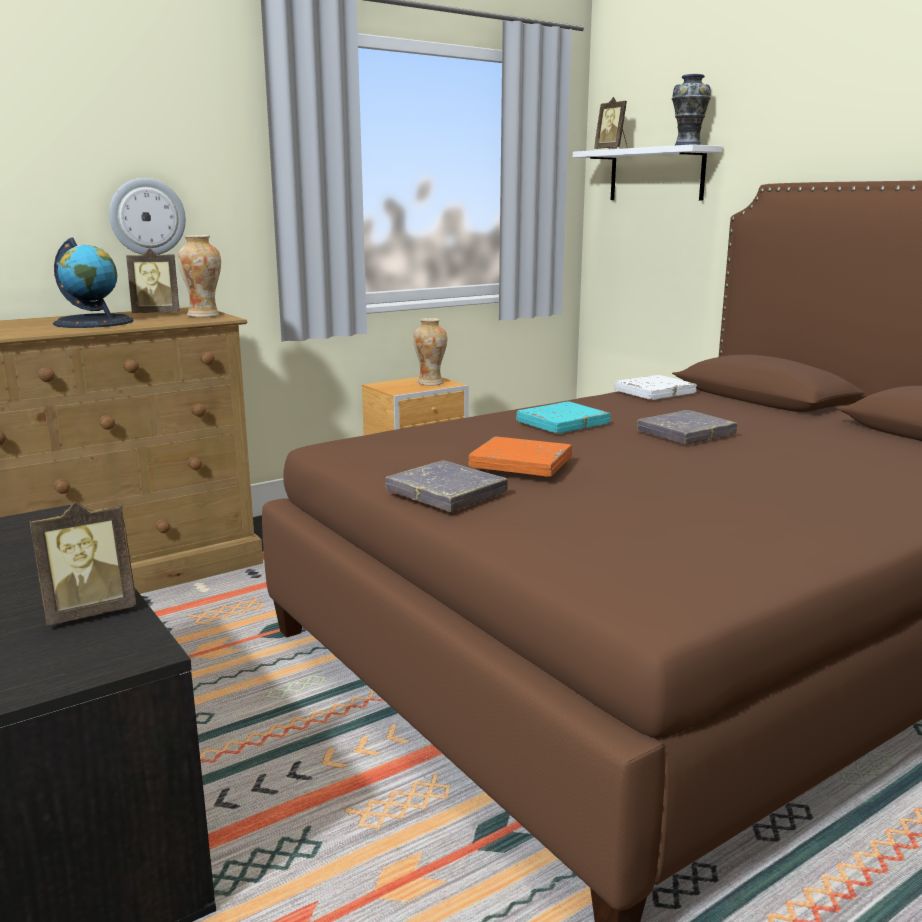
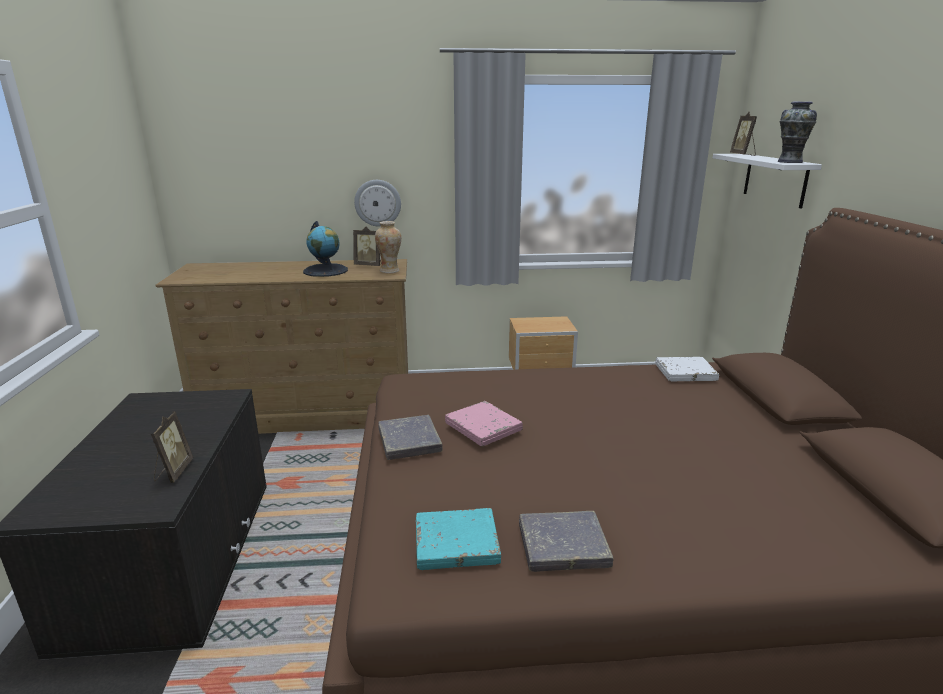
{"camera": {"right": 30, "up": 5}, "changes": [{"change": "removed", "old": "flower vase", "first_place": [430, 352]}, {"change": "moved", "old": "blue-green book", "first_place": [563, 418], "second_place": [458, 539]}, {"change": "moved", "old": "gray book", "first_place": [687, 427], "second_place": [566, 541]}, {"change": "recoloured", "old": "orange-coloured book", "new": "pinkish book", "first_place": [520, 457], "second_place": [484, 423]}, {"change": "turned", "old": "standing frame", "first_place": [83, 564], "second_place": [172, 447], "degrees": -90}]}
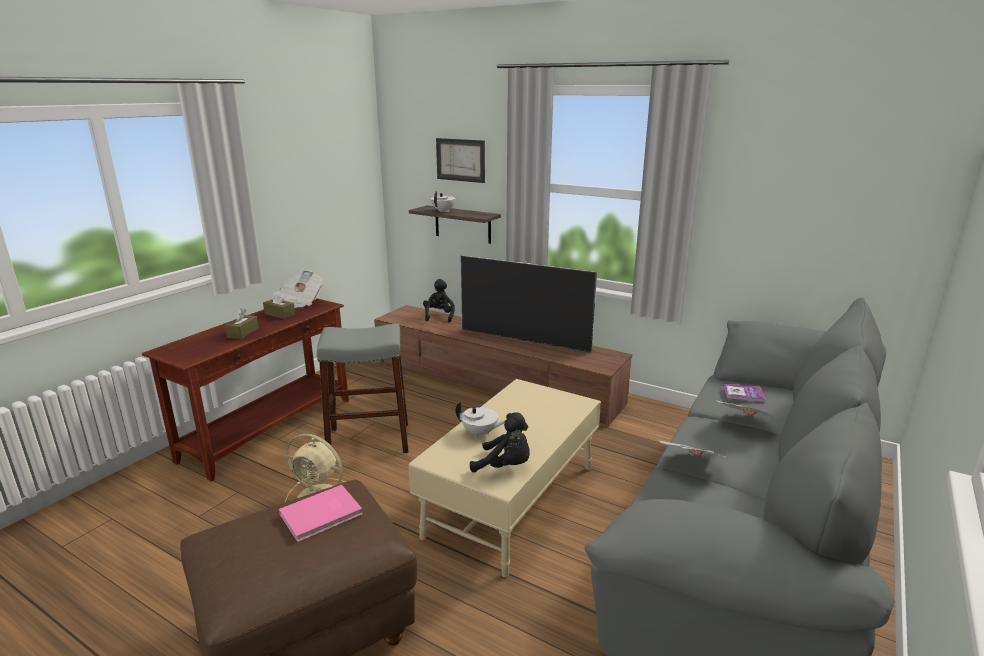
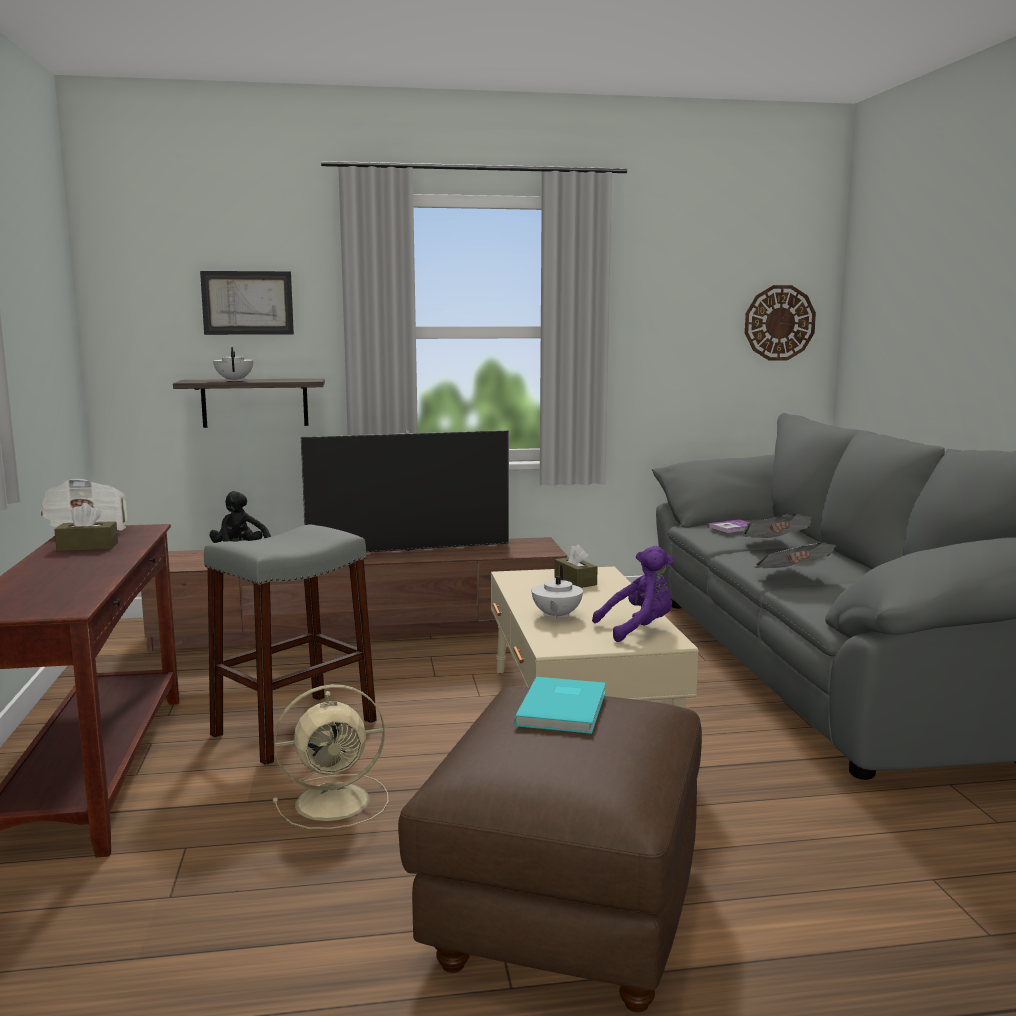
{"camera": {"right": -40, "up": -10}, "changes": [{"change": "moved", "old": "brownish box of tissues", "first_place": [242, 323], "second_place": [576, 566]}, {"change": "turned", "old": "white pot for tea", "first_place": [480, 419], "second_place": [557, 592], "degrees": 120}, {"change": "recoloured", "old": "black cuddly toy", "new": "purple cuddly toy", "first_place": [500, 442], "second_place": [633, 594]}, {"change": "recoloured", "old": "pinkish book", "new": "blue-green book", "first_place": [321, 513], "second_place": [560, 705]}, {"change": "added", "new": "clock on the wall", "second_place": [780, 323]}]}
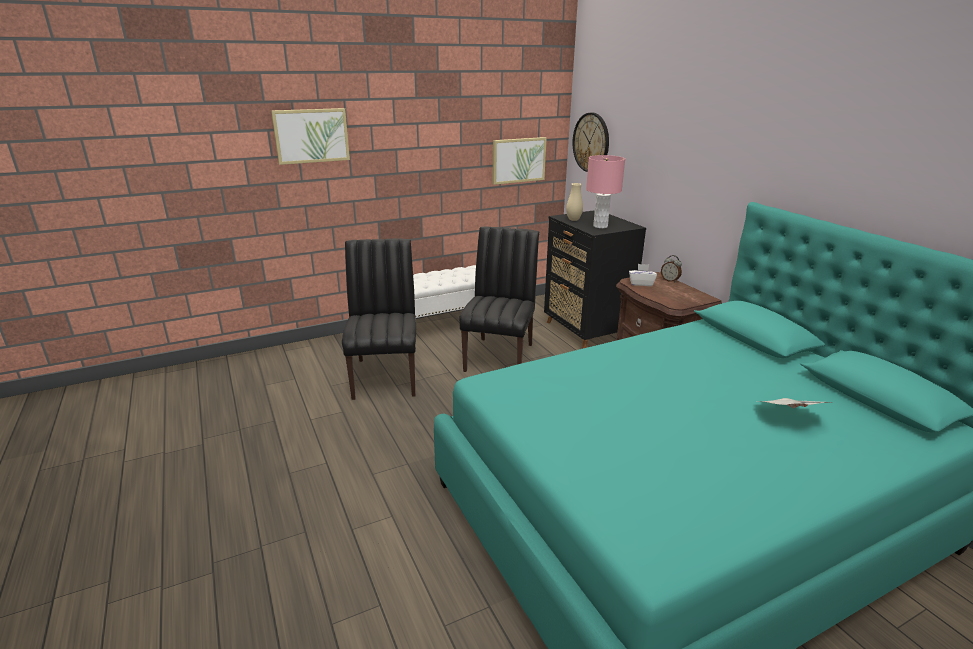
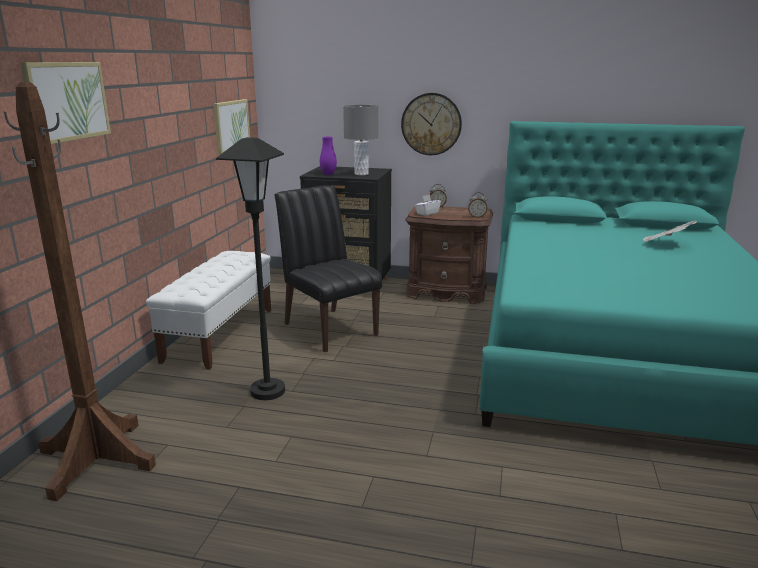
{"camera": {"right": -50, "up": -5}, "changes": [{"change": "moved", "old": "clock on the wall", "first_place": [591, 142], "second_place": [431, 124]}, {"change": "recoloured", "old": "pinkish table lamp", "new": "gray table lamp", "first_place": [605, 191], "second_place": [360, 140]}, {"change": "recoloured", "old": "sand-coloured flower vase", "new": "purple flower vase", "first_place": [574, 202], "second_place": [328, 155]}, {"change": "replaced", "old": "black chair", "new": "black floor lamp", "first_place": [379, 319], "second_place": [250, 268]}, {"change": "added", "new": "brownish clothes rack", "second_place": [80, 291]}, {"change": "added", "new": "table clock", "second_place": [477, 205]}]}
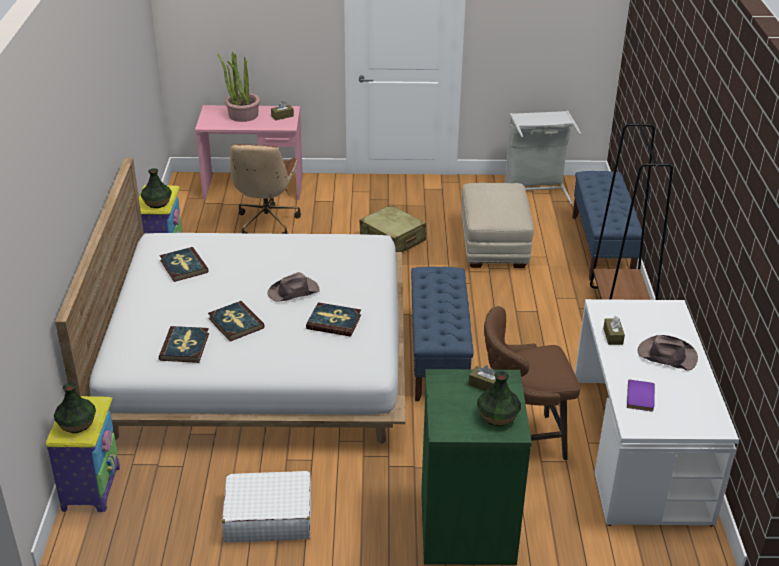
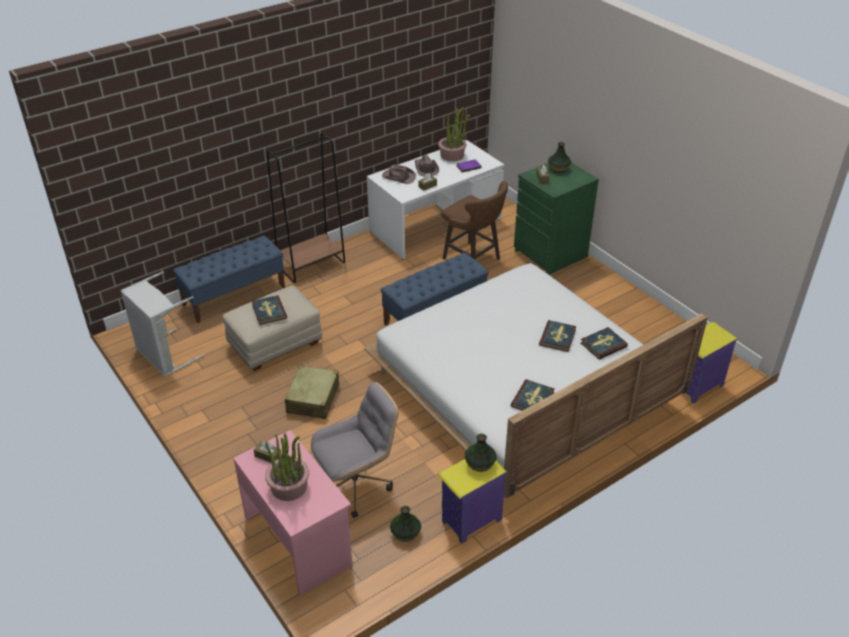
{"camera": {"right": -125, "up": 5}, "changes": [{"change": "recoloured", "old": "brownish office chair", "new": "gray office chair", "first_place": [265, 189], "second_place": [355, 450]}, {"change": "moved", "old": "brownish hat", "first_place": [293, 287], "second_place": [399, 174]}, {"change": "moved", "old": "book", "first_place": [333, 319], "second_place": [269, 310]}, {"change": "moved", "old": "flower vase", "first_place": [75, 407], "second_place": [405, 524]}, {"change": "removed", "old": "white suitcase", "first_place": [266, 506]}, {"change": "added", "new": "plant in a pot", "second_place": [454, 134]}]}
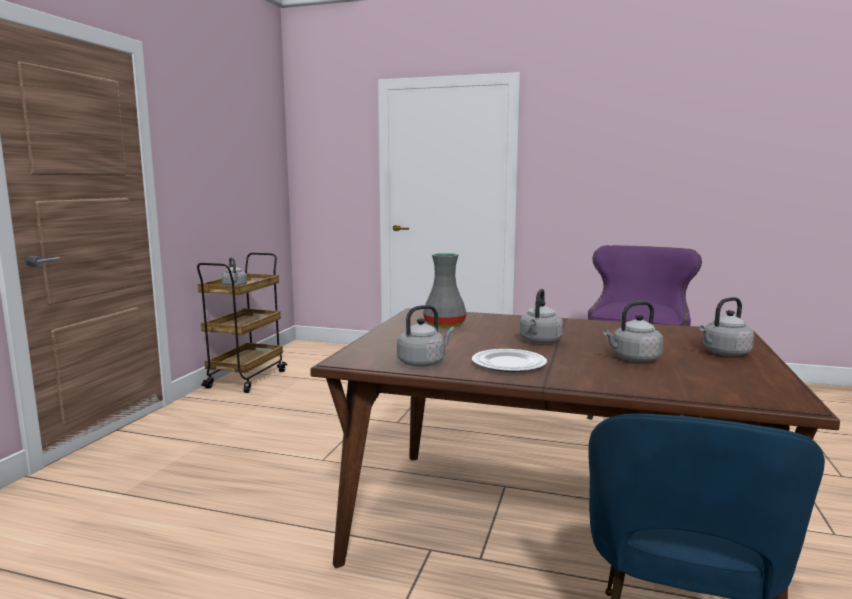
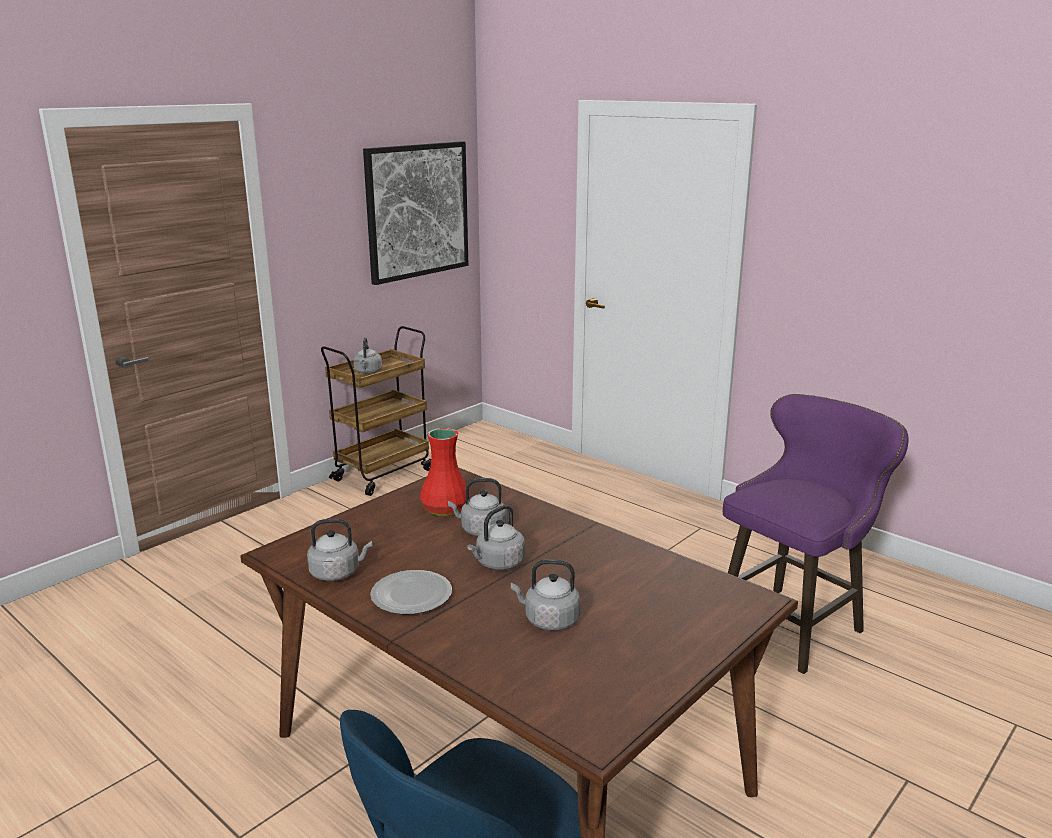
{"camera": {"right": 25, "up": 10}, "changes": [{"change": "recoloured", "old": "gray flower vase", "new": "red flower vase", "first_place": [445, 290], "second_place": [445, 472]}, {"change": "moved", "old": "gray kettle", "first_place": [726, 326], "second_place": [477, 507]}, {"change": "added", "new": "wall art", "second_place": [415, 213]}]}
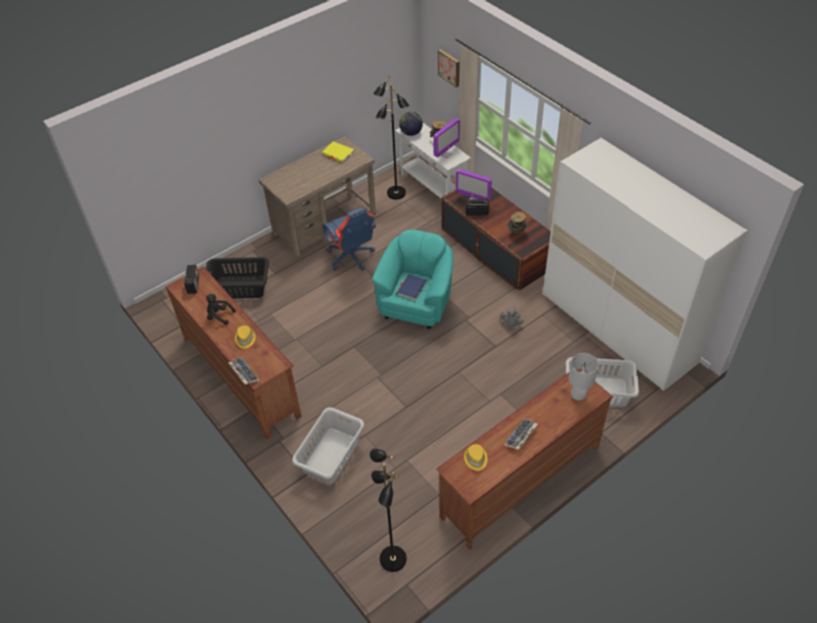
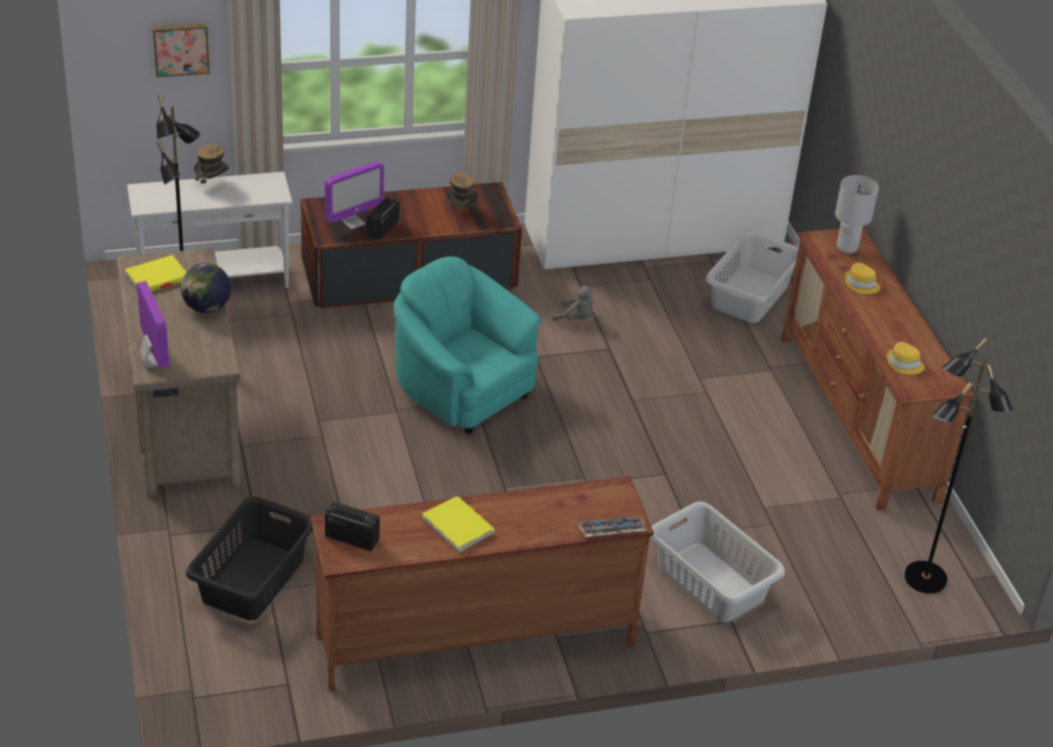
{"camera": {"right": -70, "up": -10}, "changes": [{"change": "moved", "old": "globe", "first_place": [411, 124], "second_place": [206, 288]}, {"change": "moved", "old": "computer screen", "first_place": [447, 138], "second_place": [153, 325]}, {"change": "removed", "old": "bluish office chair", "first_place": [349, 239]}, {"change": "removed", "old": "bluish book", "first_place": [411, 287]}, {"change": "replaced", "old": "black cuddly toy", "new": "yellow book", "first_place": [221, 309], "second_place": [458, 524]}, {"change": "moved", "old": "yellow hat", "first_place": [245, 337], "second_place": [862, 278]}, {"change": "removed", "old": "PC keyboard", "first_place": [521, 434]}]}
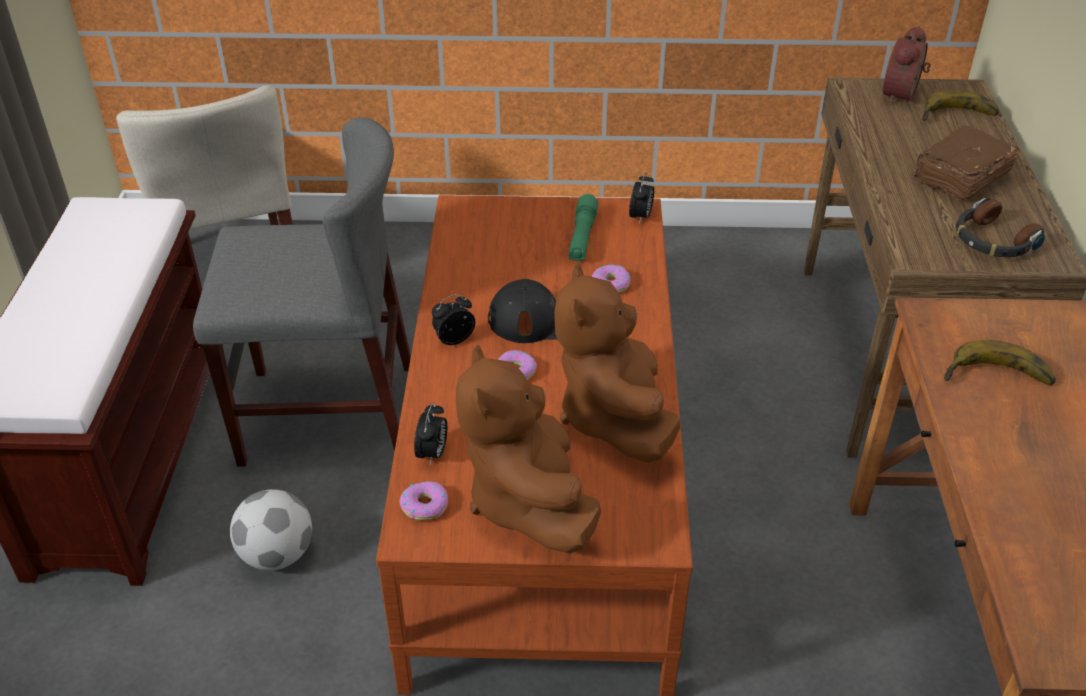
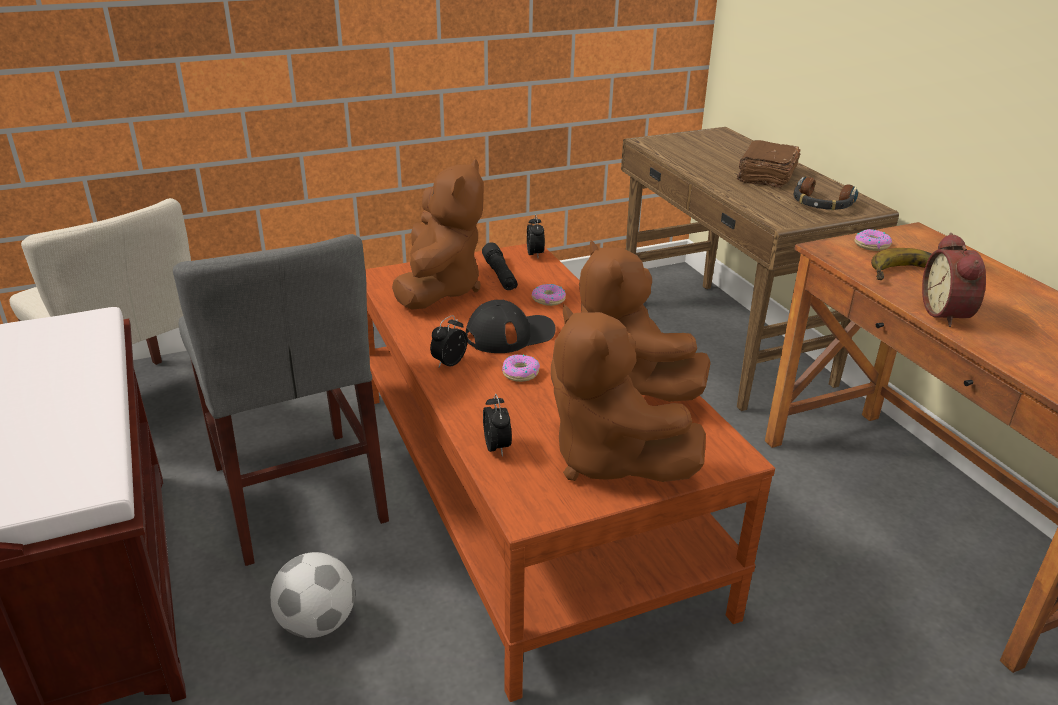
{"camera": {"right": -25, "up": -10}, "changes": [{"change": "moved", "old": "table clock", "first_place": [907, 65], "second_place": [954, 280]}, {"change": "removed", "old": "banana", "first_place": [960, 105]}, {"change": "turned", "old": "gray chair", "first_place": [302, 292], "second_place": [281, 400], "degrees": 90}, {"change": "recoloured", "old": "greenish hand torch", "new": "black hand torch", "first_place": [583, 227], "second_place": [500, 266]}, {"change": "moved", "old": "doughnut", "first_place": [424, 500], "second_place": [873, 240]}, {"change": "added", "new": "brownish cuddly toy", "second_place": [438, 234]}]}
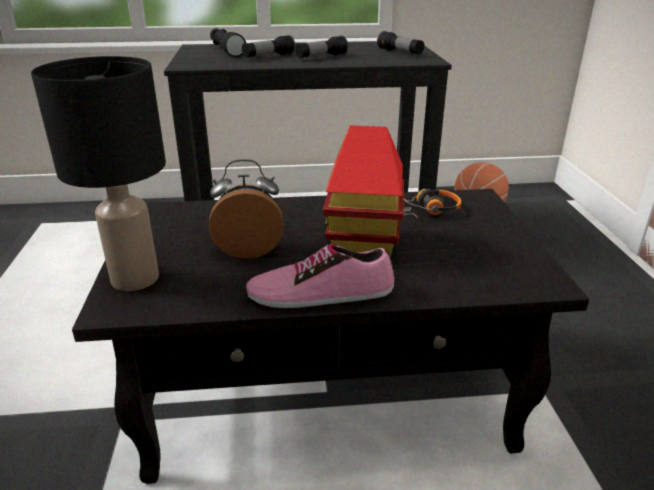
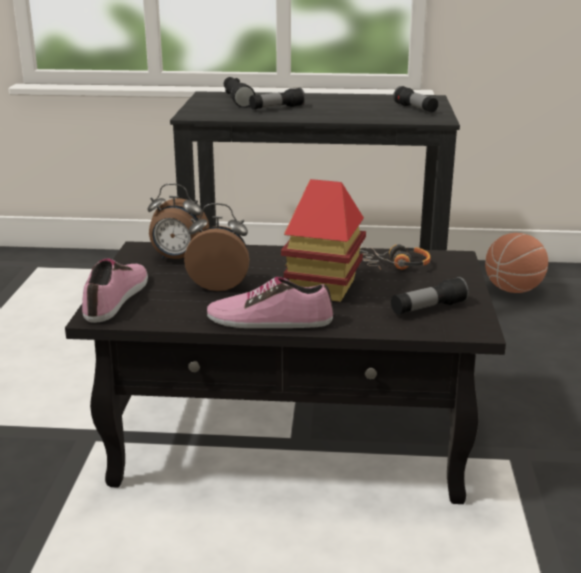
{"camera": {"right": 10, "up": -5}, "changes": [{"change": "moved", "old": "hand torch", "first_place": [321, 46], "second_place": [430, 296]}, {"change": "replaced", "old": "black table lamp", "new": "item of footwear", "first_place": [98, 173], "second_place": [115, 290]}, {"change": "added", "new": "table clock", "second_place": [179, 221]}]}
